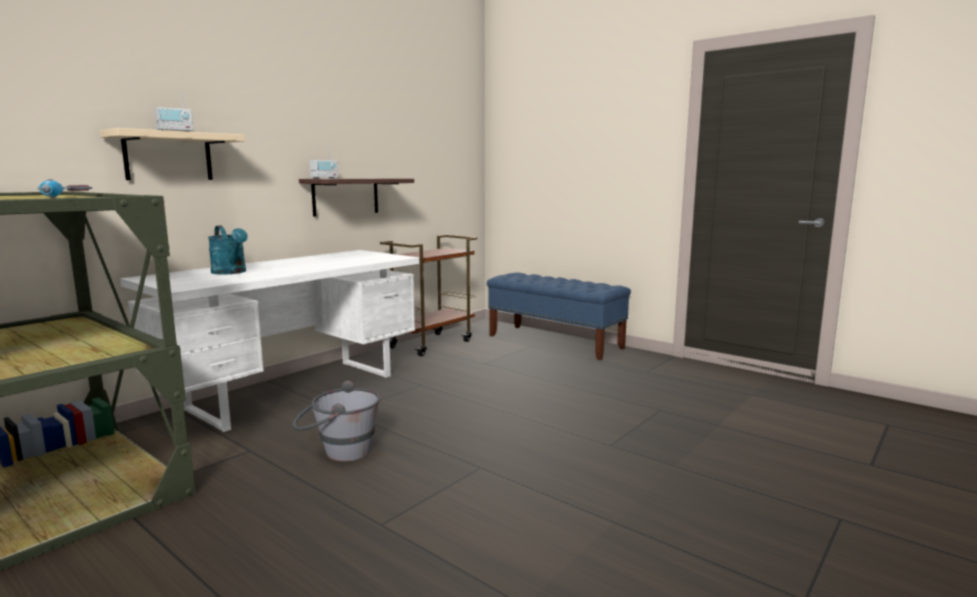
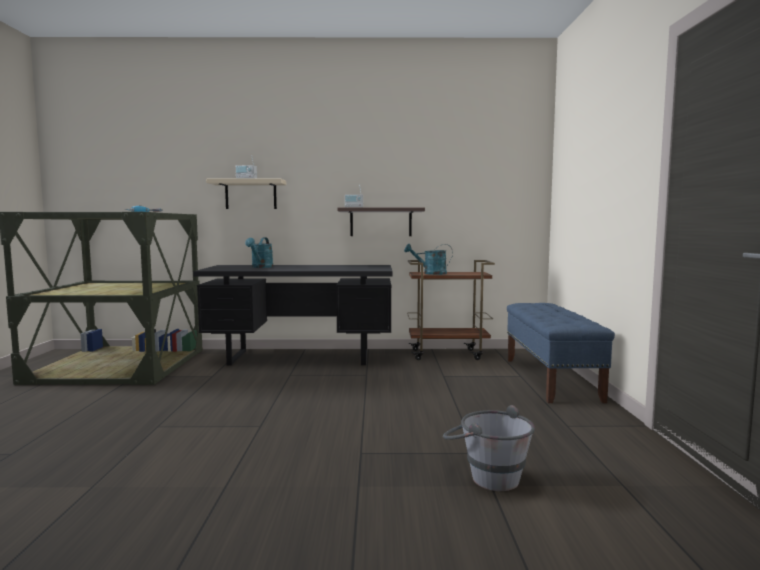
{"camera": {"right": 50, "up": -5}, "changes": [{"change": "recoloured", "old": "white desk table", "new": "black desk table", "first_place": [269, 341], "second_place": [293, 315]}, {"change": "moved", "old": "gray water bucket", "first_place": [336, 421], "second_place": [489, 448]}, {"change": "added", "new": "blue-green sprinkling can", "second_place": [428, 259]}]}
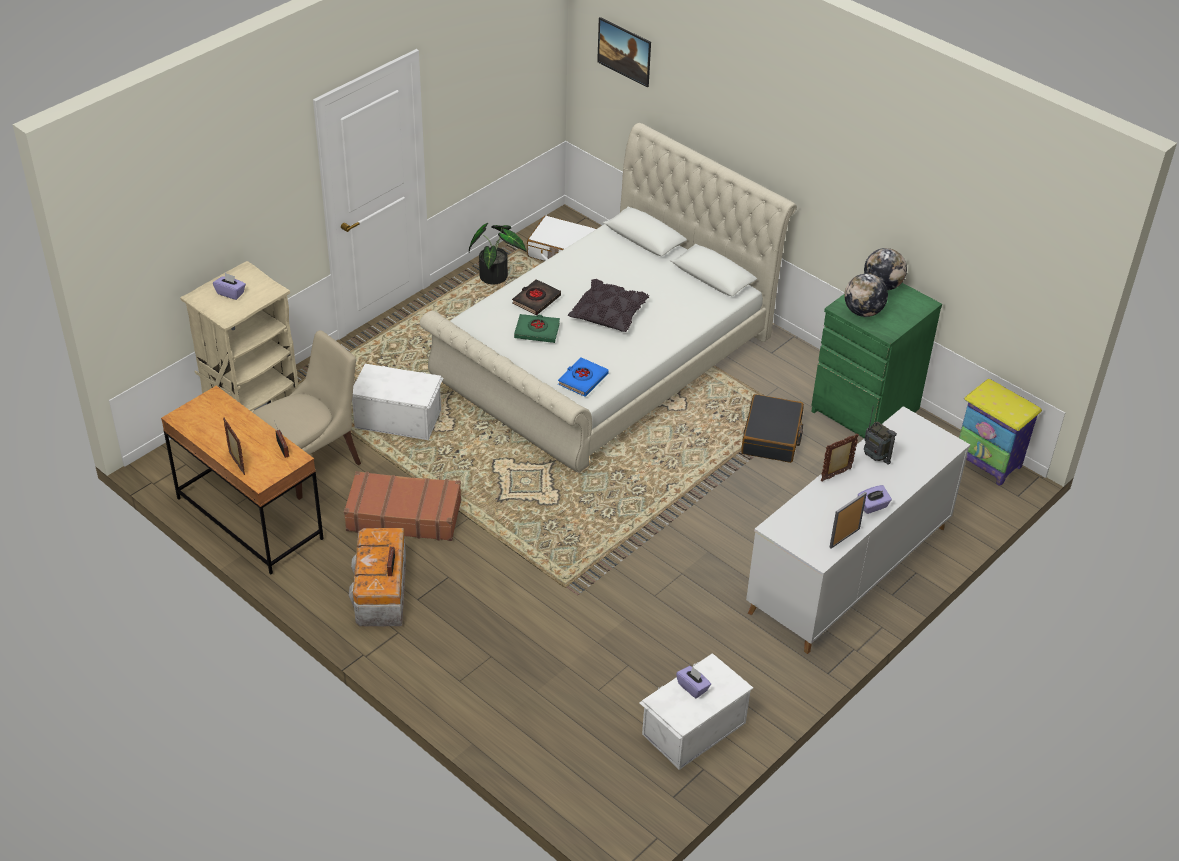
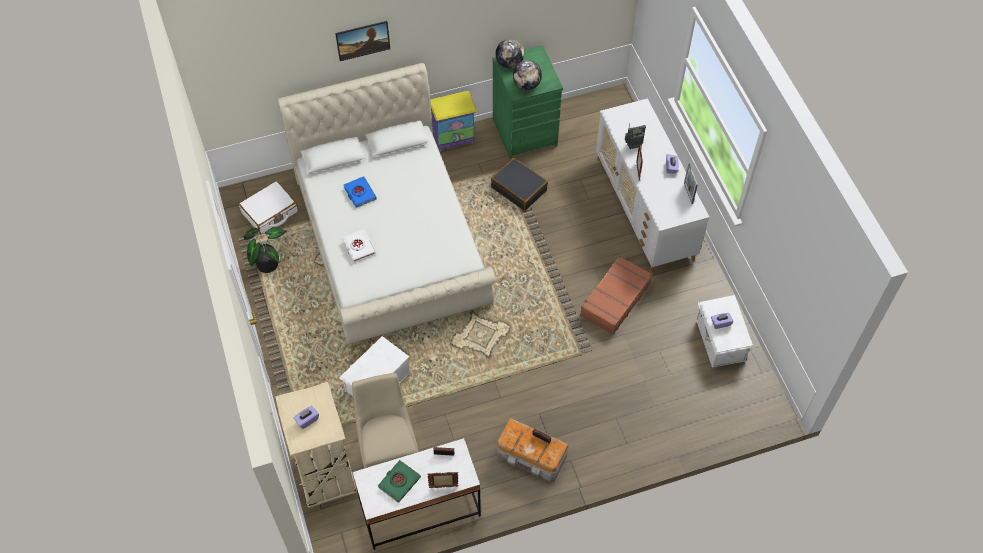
{"camera": {"right": -60, "up": 15}, "changes": [{"change": "moved", "old": "wall art", "first_place": [624, 52], "second_place": [362, 41]}, {"change": "recoloured", "old": "black book", "new": "white book", "first_place": [536, 297], "second_place": [359, 245]}, {"change": "removed", "old": "black pillow", "first_place": [608, 305]}, {"change": "moved", "old": "greenish book", "first_place": [537, 328], "second_place": [399, 481]}, {"change": "moved", "old": "bluish book", "first_place": [583, 377], "second_place": [360, 192]}, {"change": "moved", "old": "bedside table", "first_place": [1000, 432], "second_place": [453, 121]}, {"change": "recoloured", "old": "brownish desk table", "new": "white desk table", "first_place": [242, 480], "second_place": [417, 494]}, {"change": "moved", "old": "brownish suitcase", "first_place": [402, 506], "second_place": [616, 295]}]}
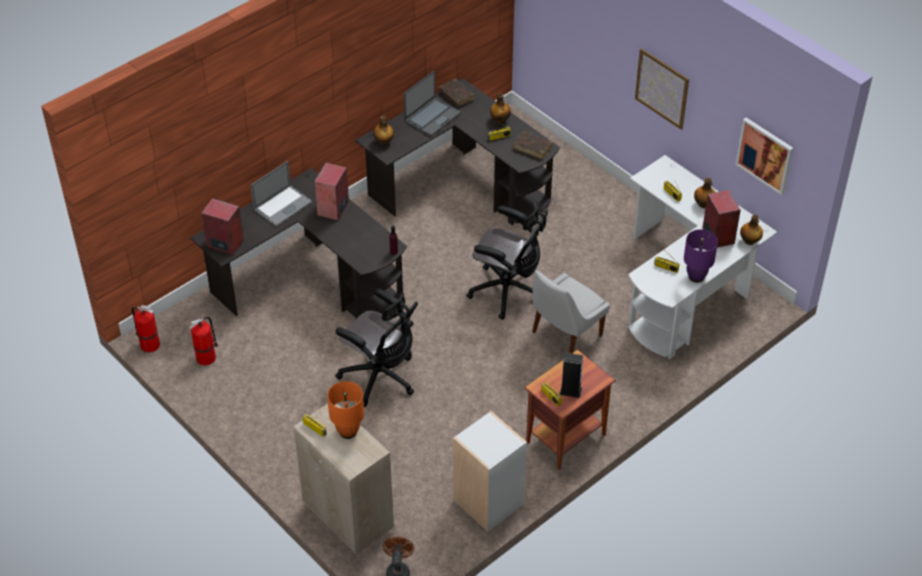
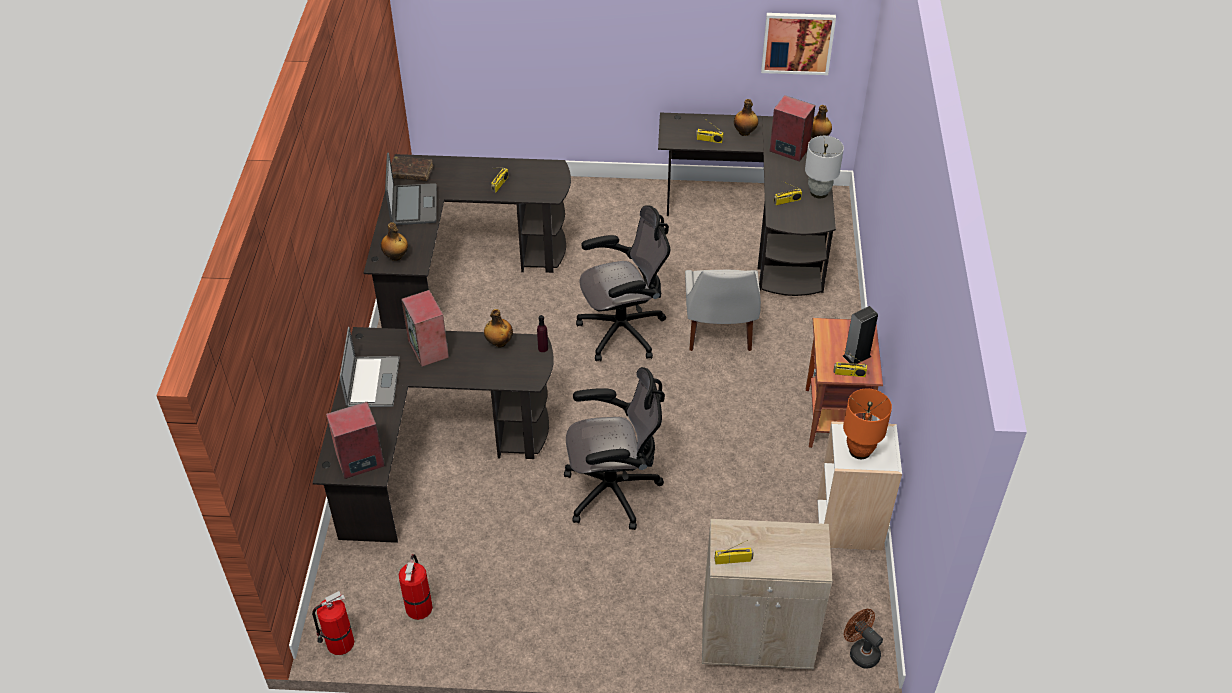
{"camera": {"right": -45, "up": 0}, "changes": [{"change": "removed", "old": "wall art", "first_place": [662, 89]}, {"change": "moved", "old": "beverage bottle", "first_place": [500, 108], "second_place": [498, 328]}, {"change": "removed", "old": "brownish book", "first_place": [533, 145]}, {"change": "recoloured", "old": "white desk table", "new": "black desk table", "first_place": [702, 257], "second_place": [747, 204]}, {"change": "recoloured", "old": "purple table lamp", "new": "white table lamp", "first_place": [701, 256], "second_place": [824, 167]}, {"change": "moved", "old": "orange-coloured table lamp", "first_place": [345, 410], "second_place": [867, 424]}]}
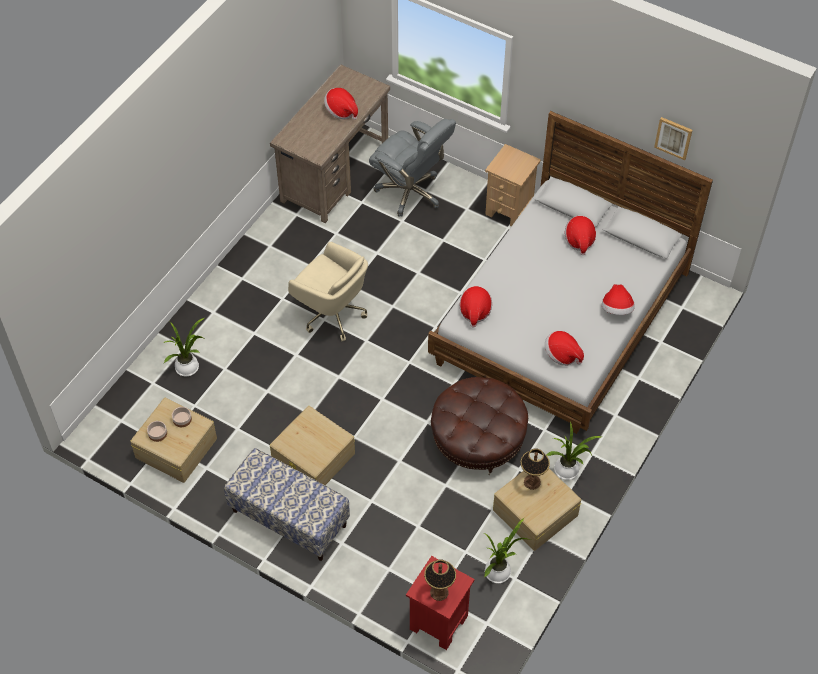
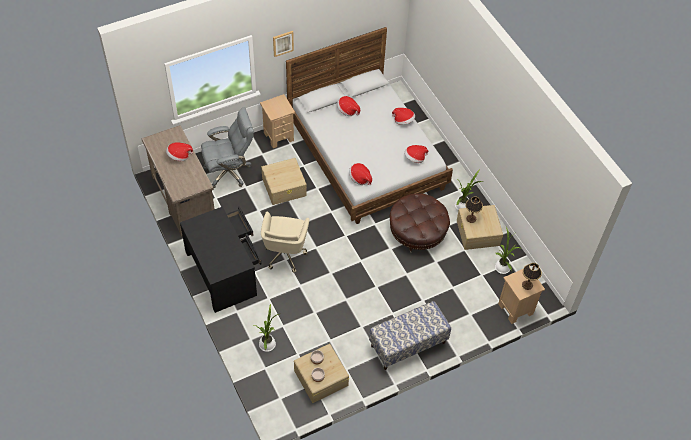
{"camera": {"right": -60, "up": 0}, "changes": [{"change": "moved", "old": "wall art", "first_place": [673, 138], "second_place": [283, 44]}, {"change": "turned", "old": "sand-coloured office chair", "first_place": [328, 291], "second_place": [285, 242], "degrees": 120}, {"change": "moved", "old": "sand-coloured storage container", "first_place": [312, 445], "second_place": [284, 181]}, {"change": "recoloured", "old": "red bedside table", "new": "sand-coloured bedside table", "first_place": [440, 603], "second_place": [521, 296]}, {"change": "added", "new": "black desk table", "second_place": [220, 259]}]}
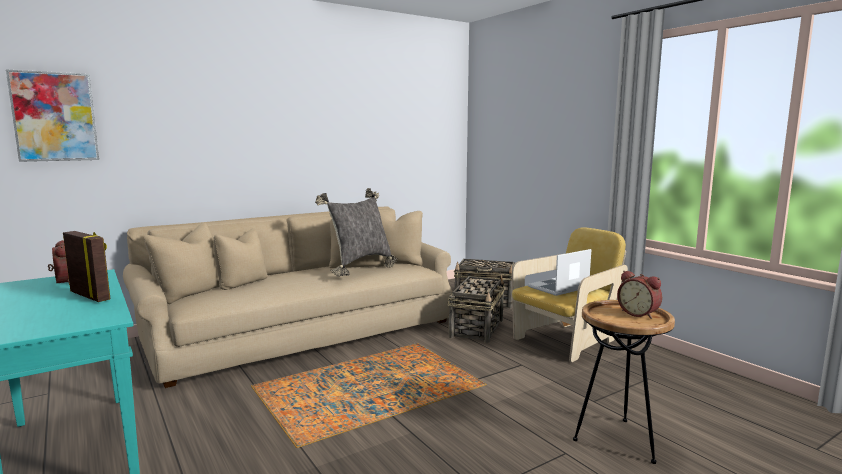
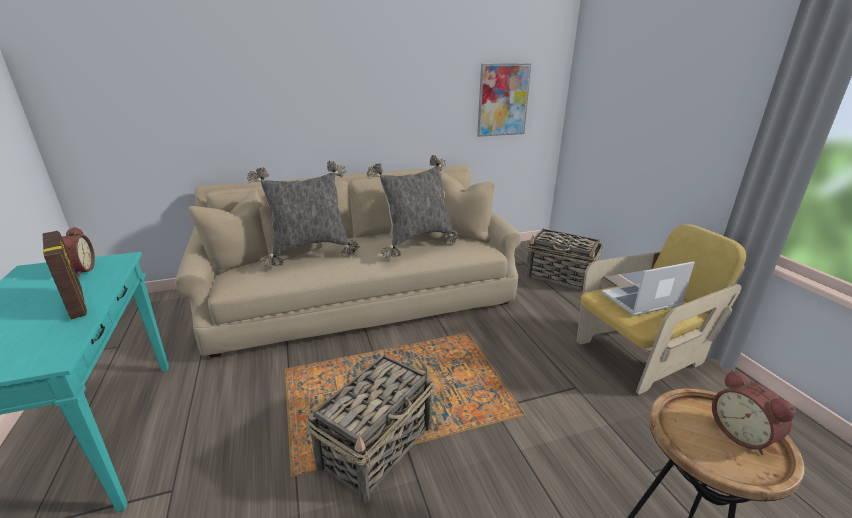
{"camera": {"right": 15, "up": 15}, "changes": [{"change": "moved", "old": "wall art", "first_place": [52, 115], "second_place": [504, 100]}, {"change": "moved", "old": "basket", "first_place": [476, 309], "second_place": [370, 429]}, {"change": "added", "new": "pillow", "second_place": [303, 213]}]}
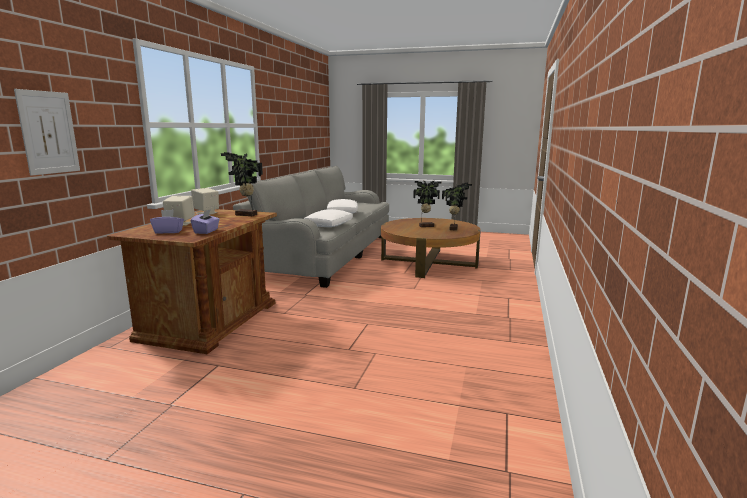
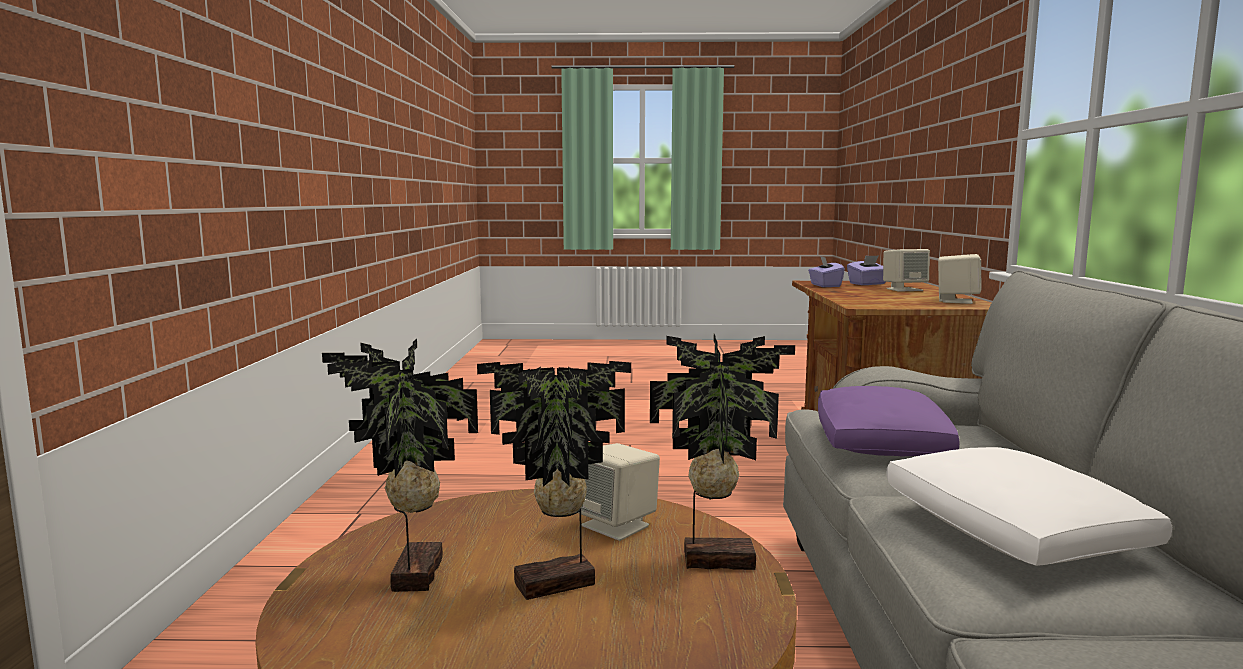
{"camera": {"right": 165, "up": -5}, "changes": [{"change": "removed", "old": "wall art", "first_place": [47, 132]}, {"change": "moved", "old": "plant in a pot", "first_place": [242, 184], "second_place": [722, 452]}, {"change": "recoloured", "old": "white pillow", "new": "purple pillow", "first_place": [328, 218], "second_place": [889, 421]}, {"change": "added", "new": "sand-coloured speaker", "second_place": [619, 492]}]}
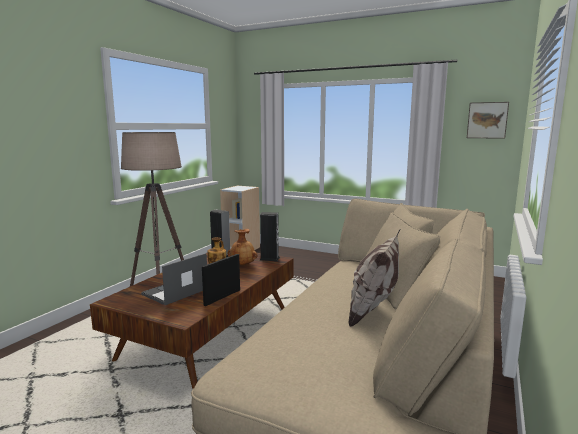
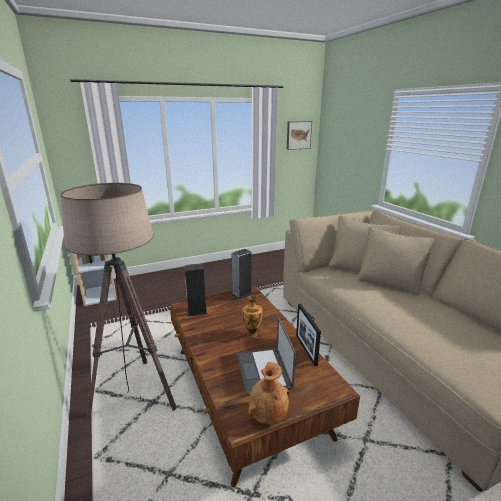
{"camera": {"right": -50, "up": 10}, "changes": [{"change": "moved", "old": "brownish flower vase", "first_place": [242, 247], "second_place": [268, 393]}, {"change": "removed", "old": "pillow", "first_place": [374, 278]}]}
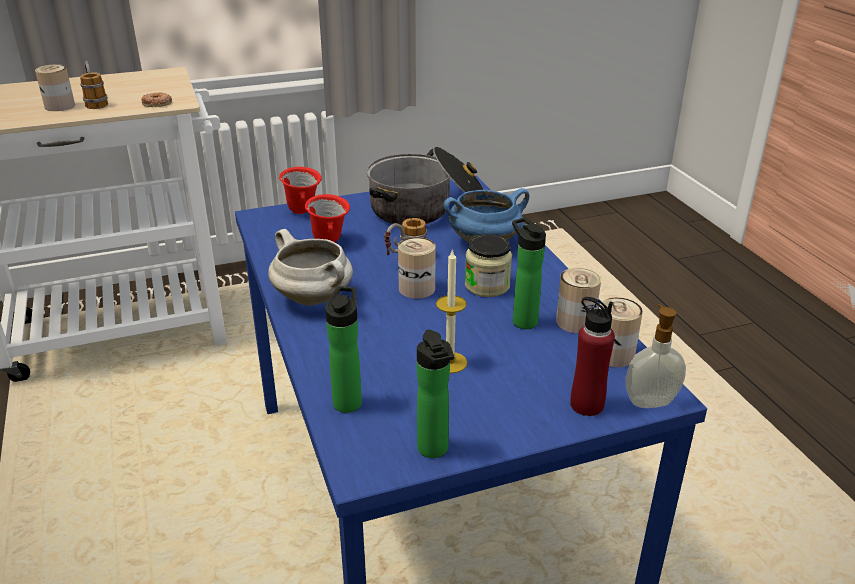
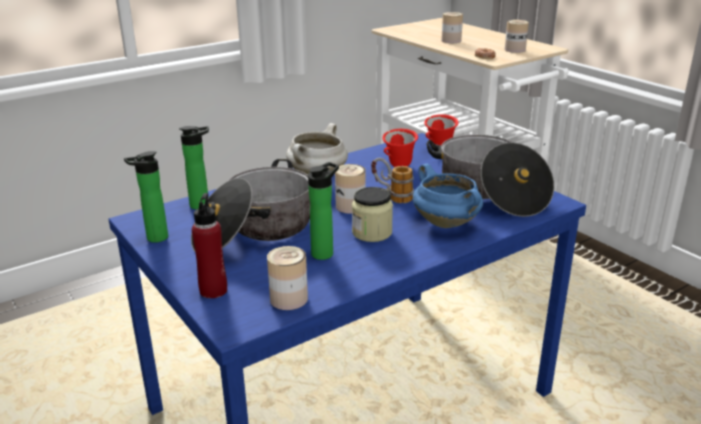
{"camera": {"right": 75, "up": -5}, "changes": [{"change": "removed", "old": "mug", "first_place": [94, 85]}, {"change": "replaced", "old": "candle", "new": "stockpot", "first_place": [451, 311], "second_place": [250, 205]}, {"change": "moved", "old": "can", "first_place": [578, 300], "second_place": [517, 36]}, {"change": "removed", "old": "soap bottle", "first_place": [655, 356]}]}
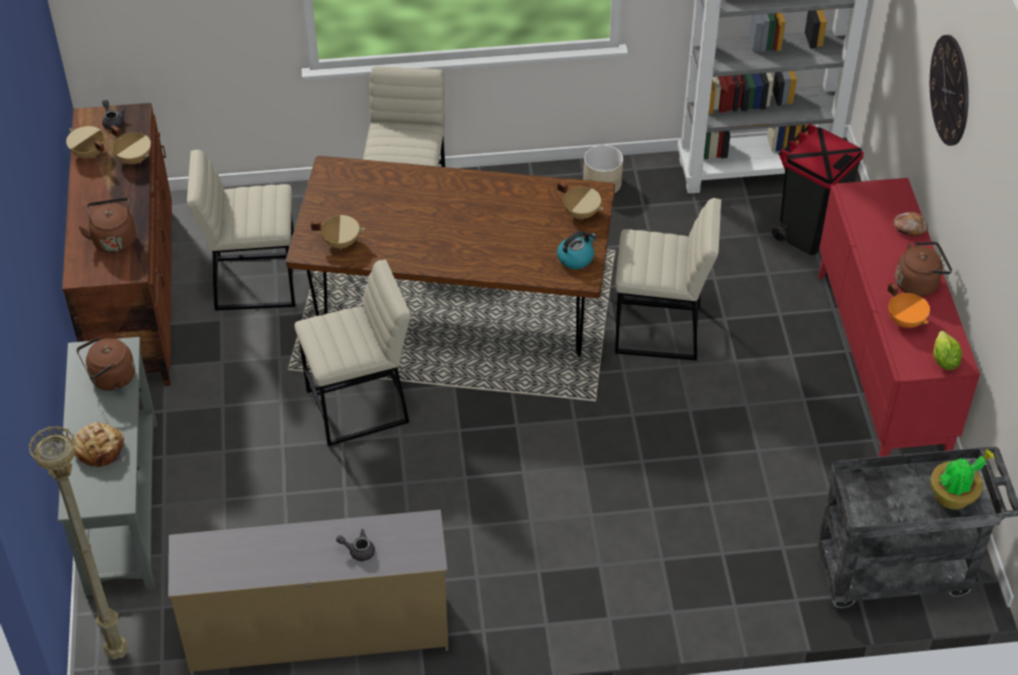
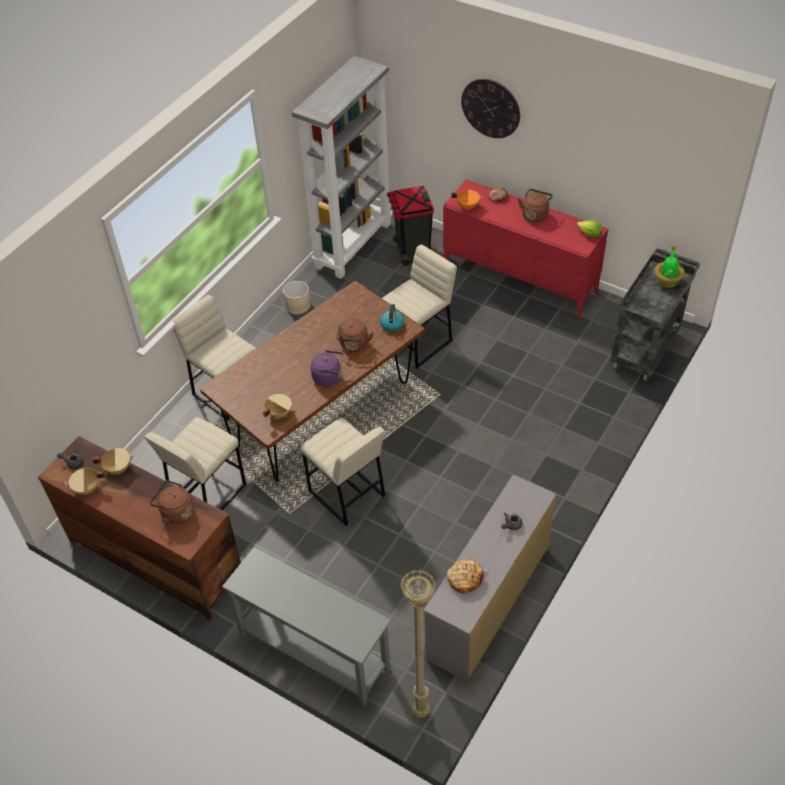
{"camera": {"right": -50, "up": 0}, "changes": [{"change": "removed", "old": "sand-coloured stockpot", "first_place": [580, 200]}, {"change": "turned", "old": "sand-coloured chair", "first_place": [352, 353], "second_place": [342, 472], "degrees": 120}, {"change": "moved", "old": "orange-coloured stockpot", "first_place": [908, 305], "second_place": [467, 200]}, {"change": "moved", "old": "brownish kettle", "first_place": [106, 363], "second_place": [355, 335]}, {"change": "moved", "old": "bread", "first_place": [99, 444], "second_place": [467, 575]}, {"change": "added", "new": "purple kettle", "second_place": [327, 368]}]}
